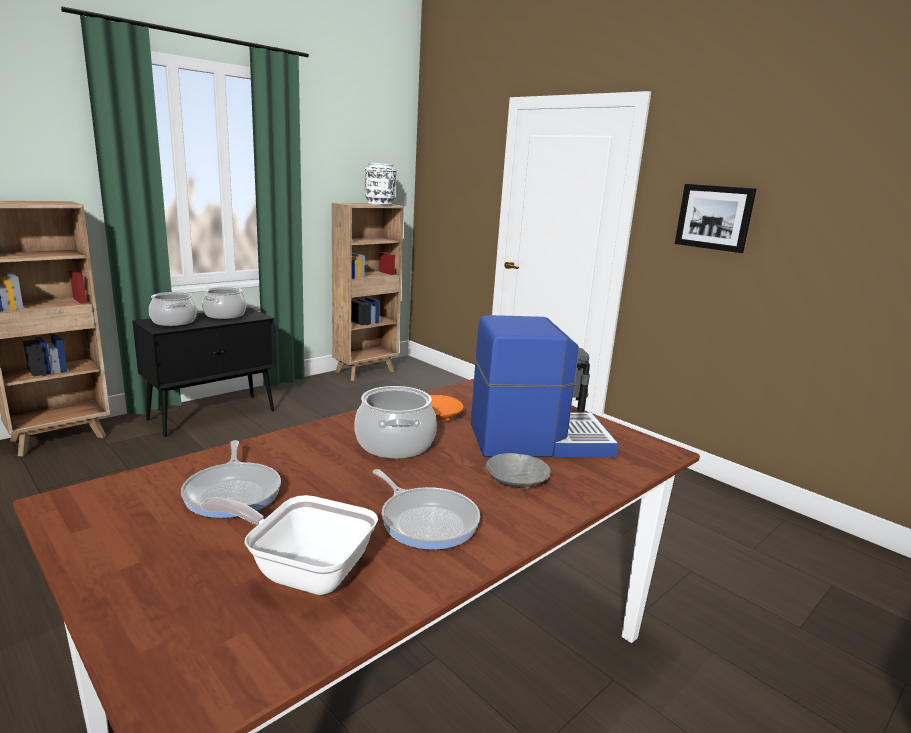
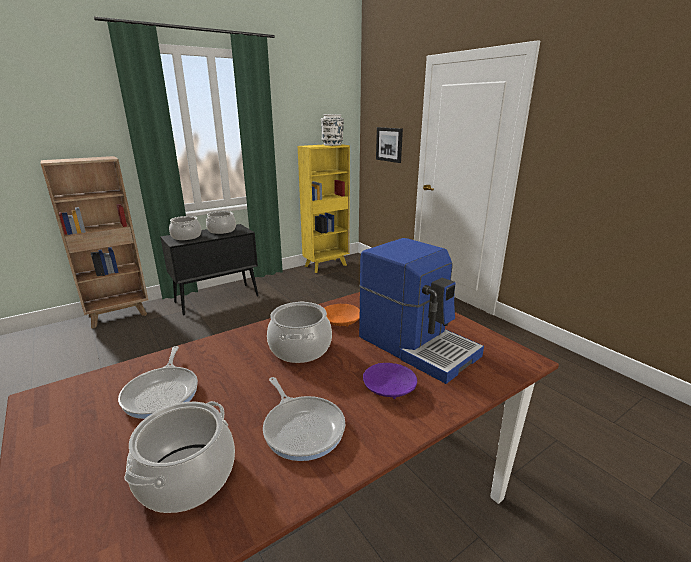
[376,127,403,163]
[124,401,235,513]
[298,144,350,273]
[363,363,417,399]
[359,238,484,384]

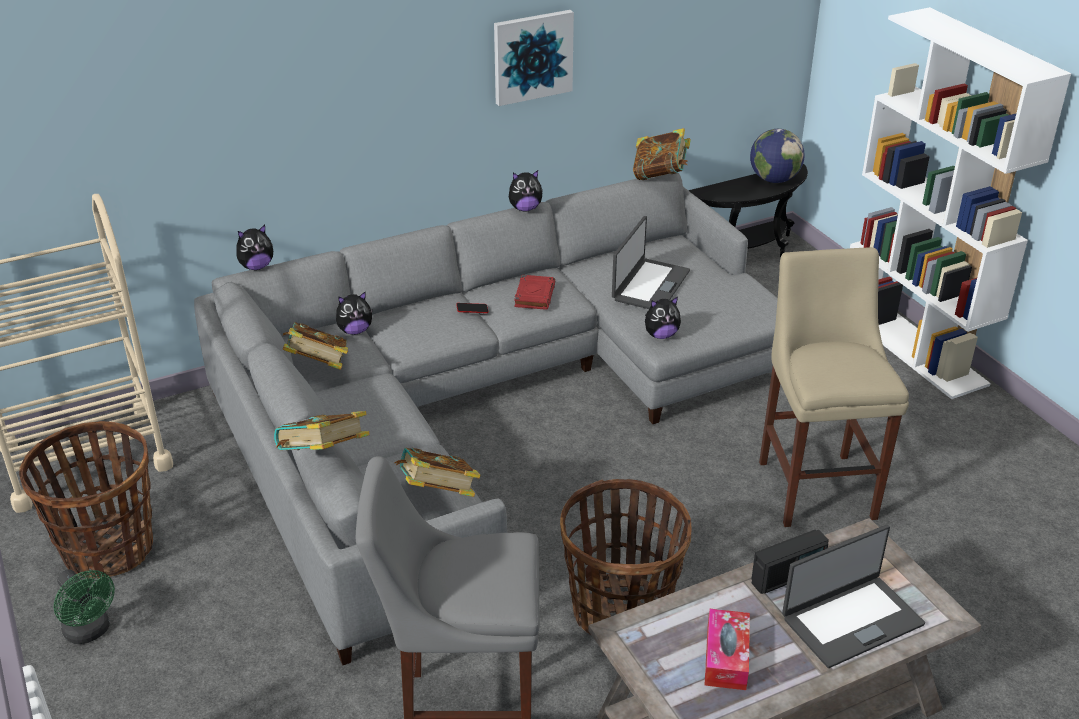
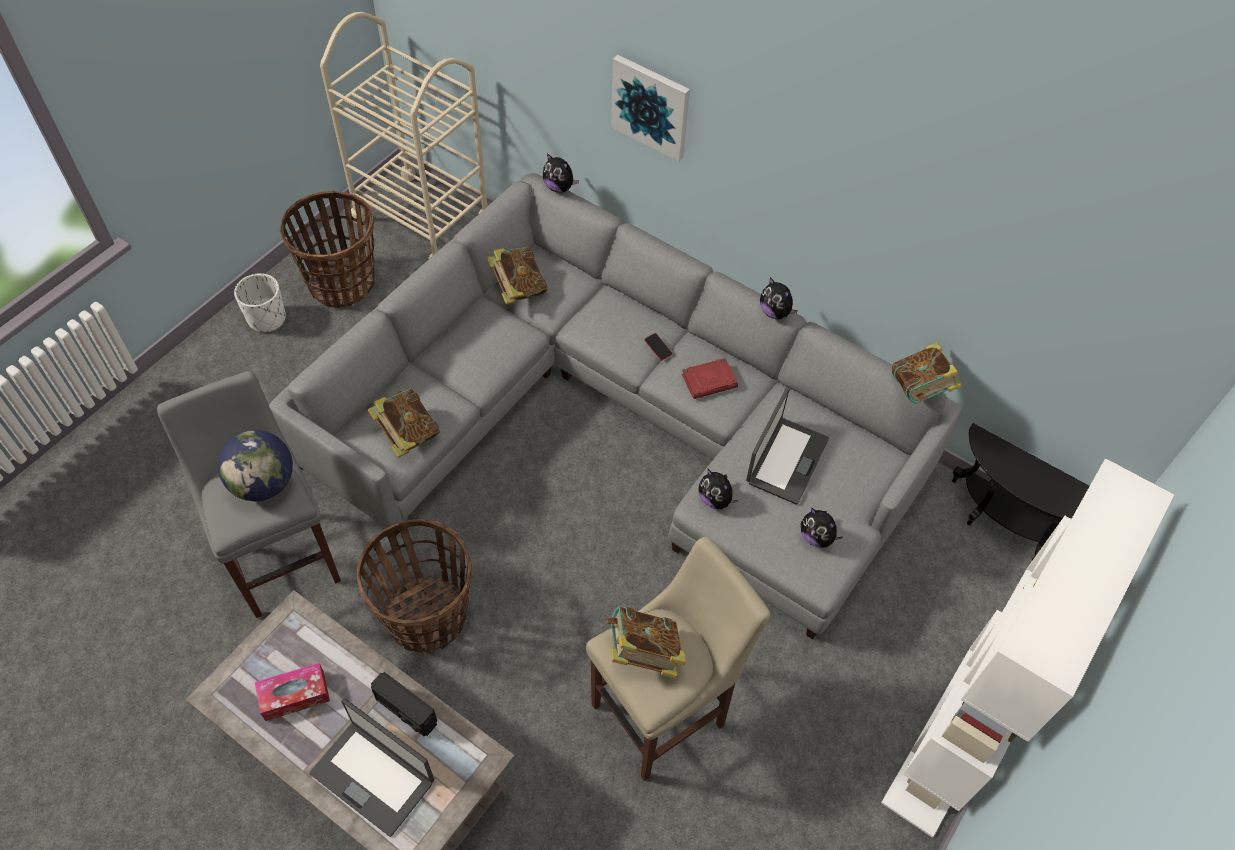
[606,607,686,678]
[801,507,842,548]
[611,55,690,161]
[218,430,293,501]
[234,273,286,332]
[746,387,829,505]

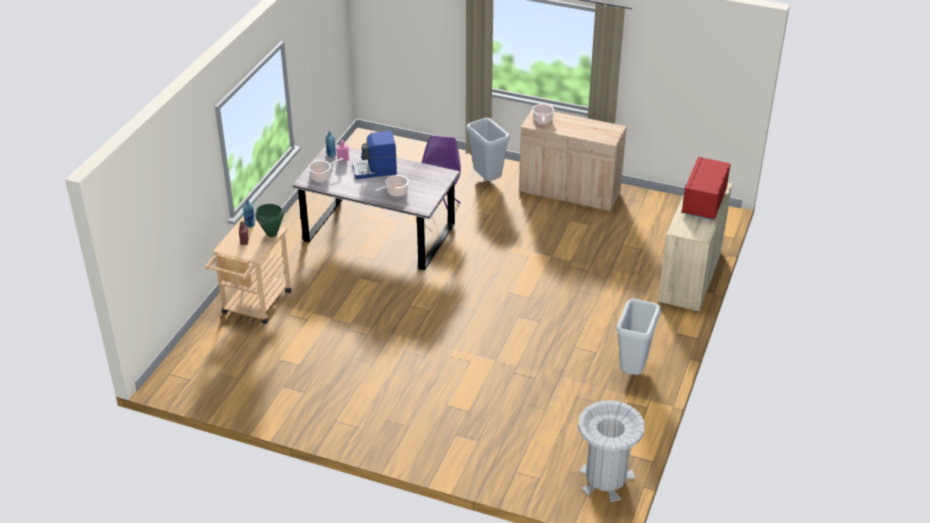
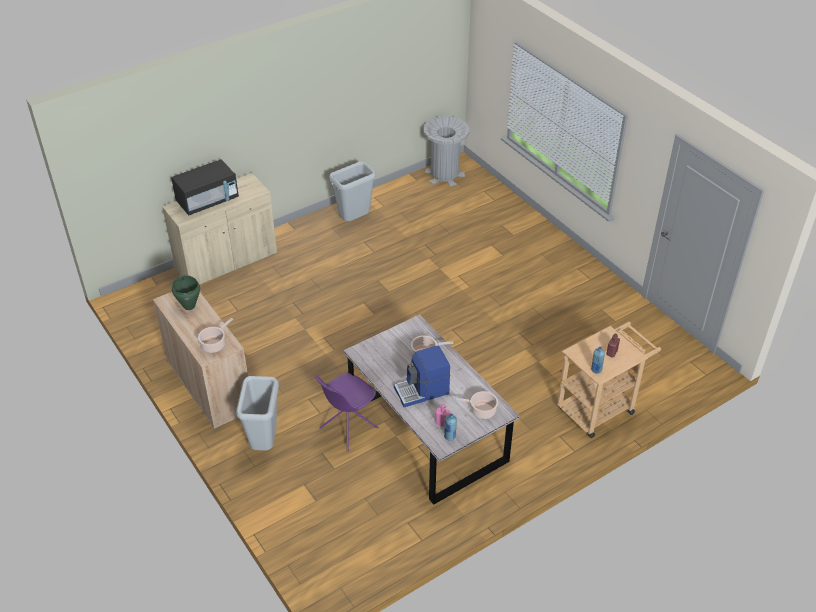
[172,275,200,310]
[171,159,239,215]
[394,346,450,407]

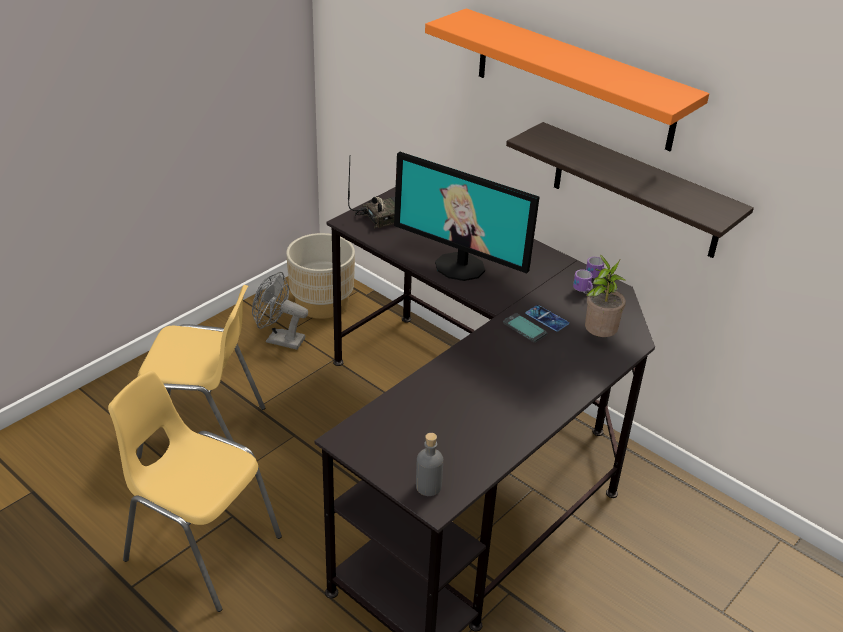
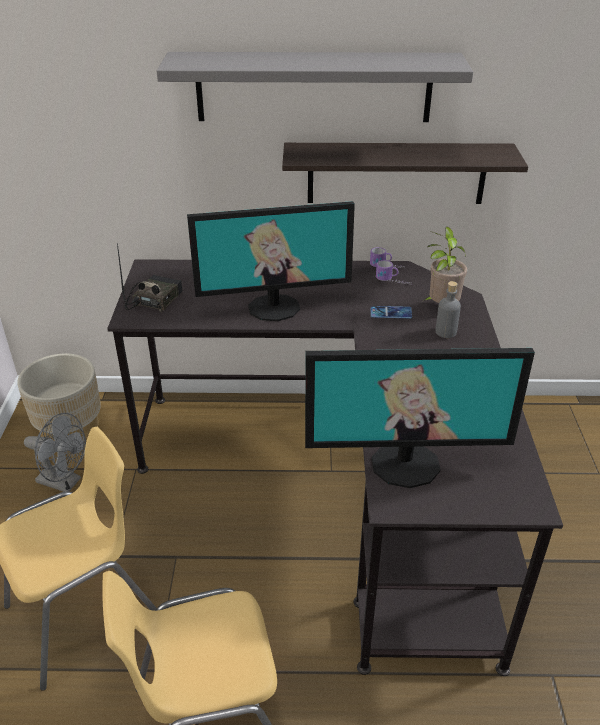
[503,313,547,342] (first image)
[305,348,535,488]
[435,281,461,338]
[157,52,473,122]
[24,413,86,492]

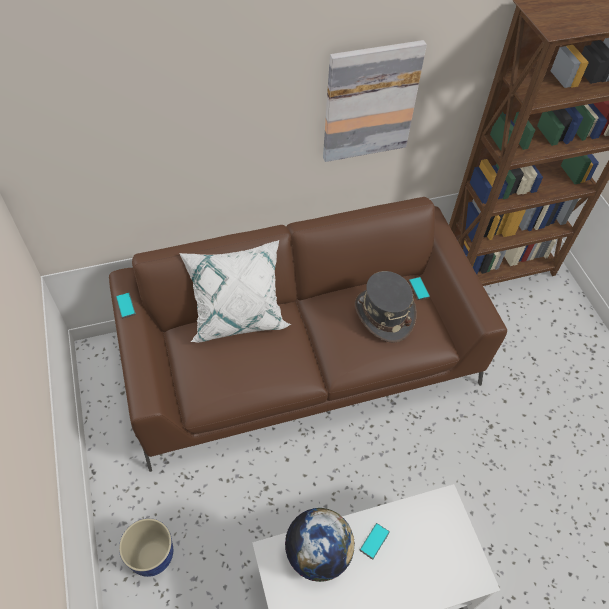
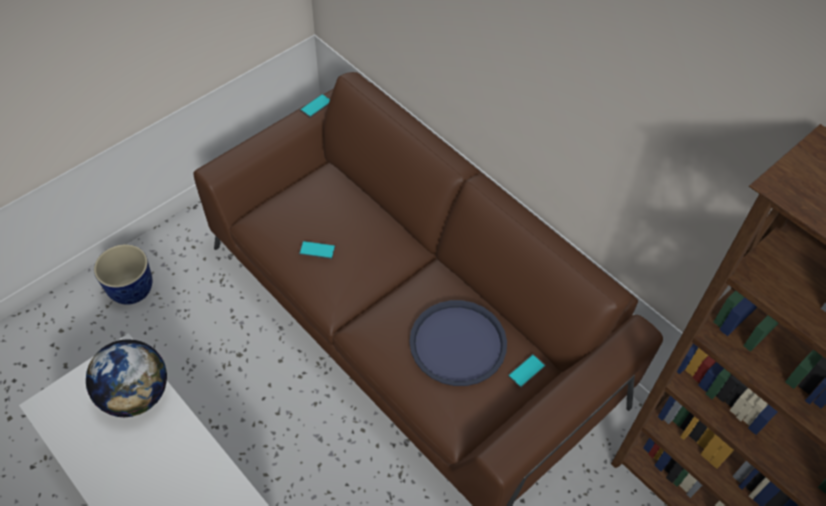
[180,240,291,343] (first image)
[323,40,427,162] (first image)
[299,241,335,259]
[410,300,507,386]

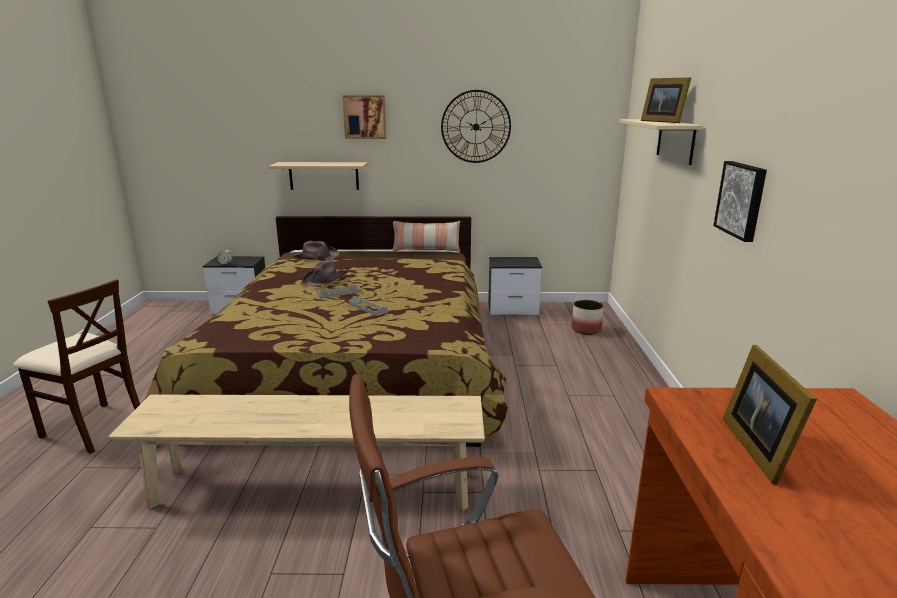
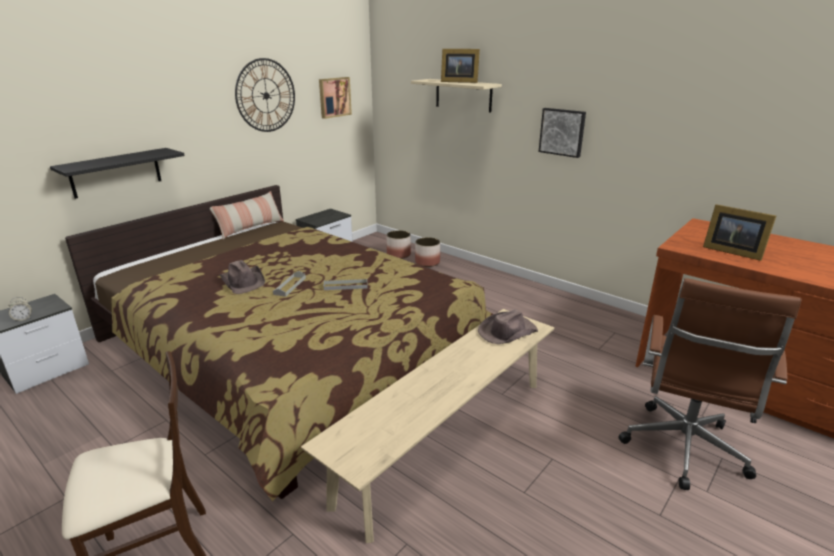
[415,237,440,267]
[478,309,538,344]
[319,77,352,119]
[50,148,185,199]

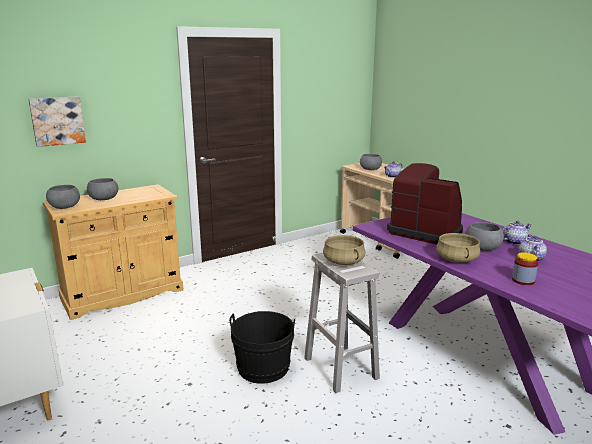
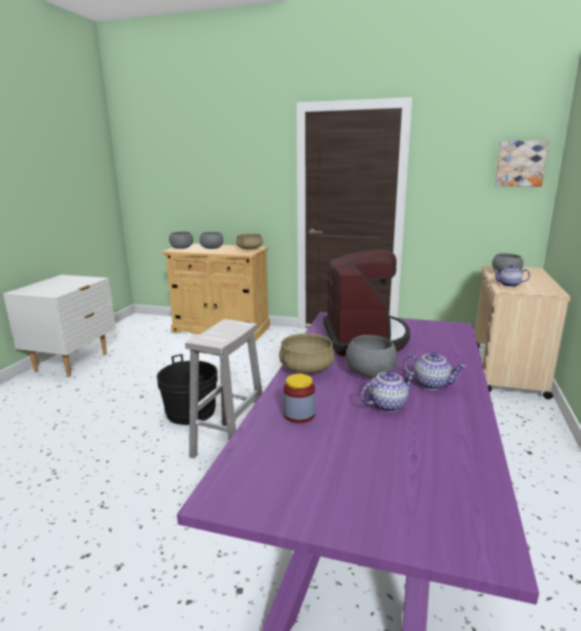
[495,140,549,186]
[236,234,263,250]

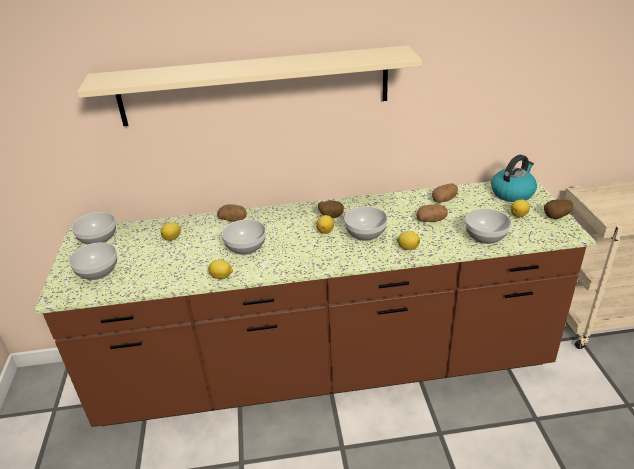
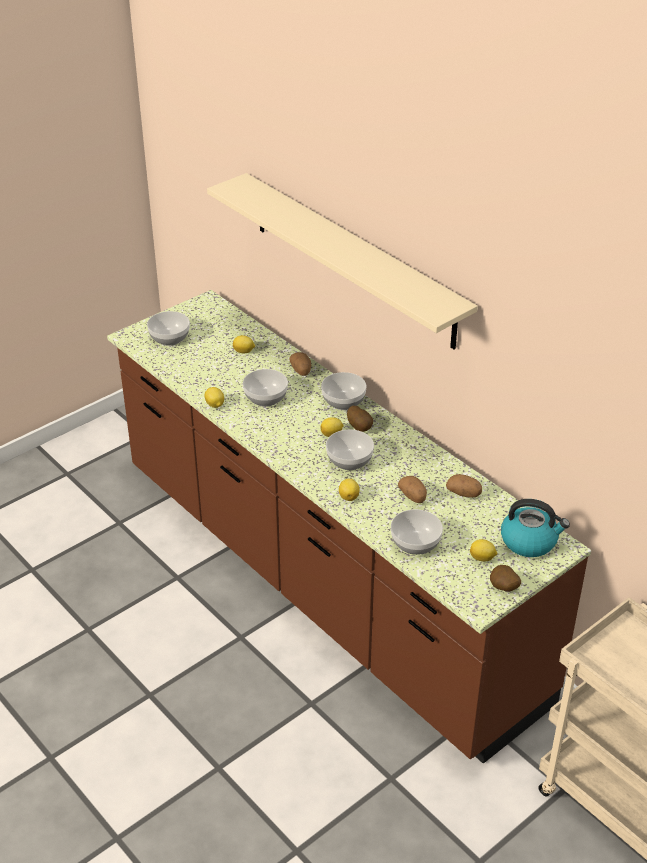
[321,372,367,410]

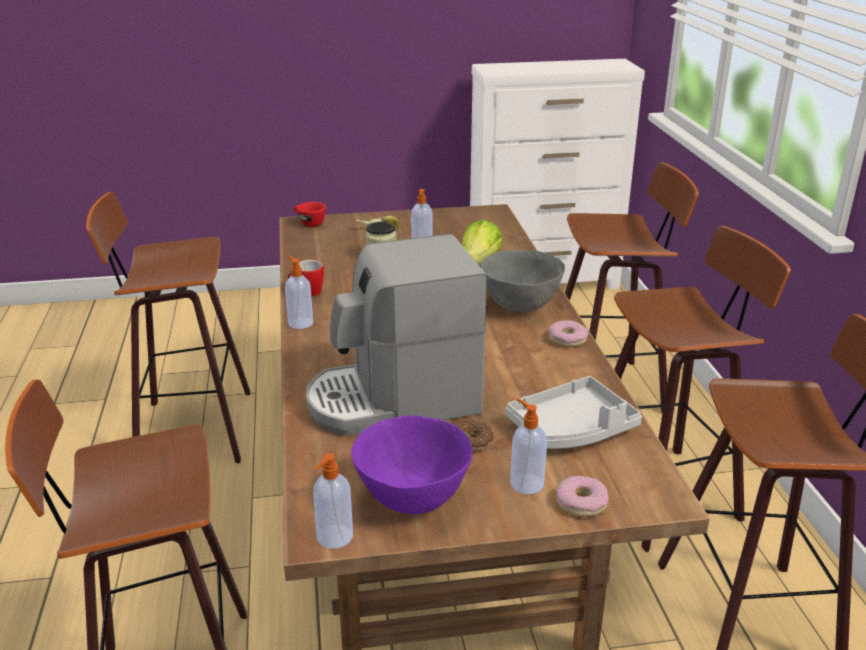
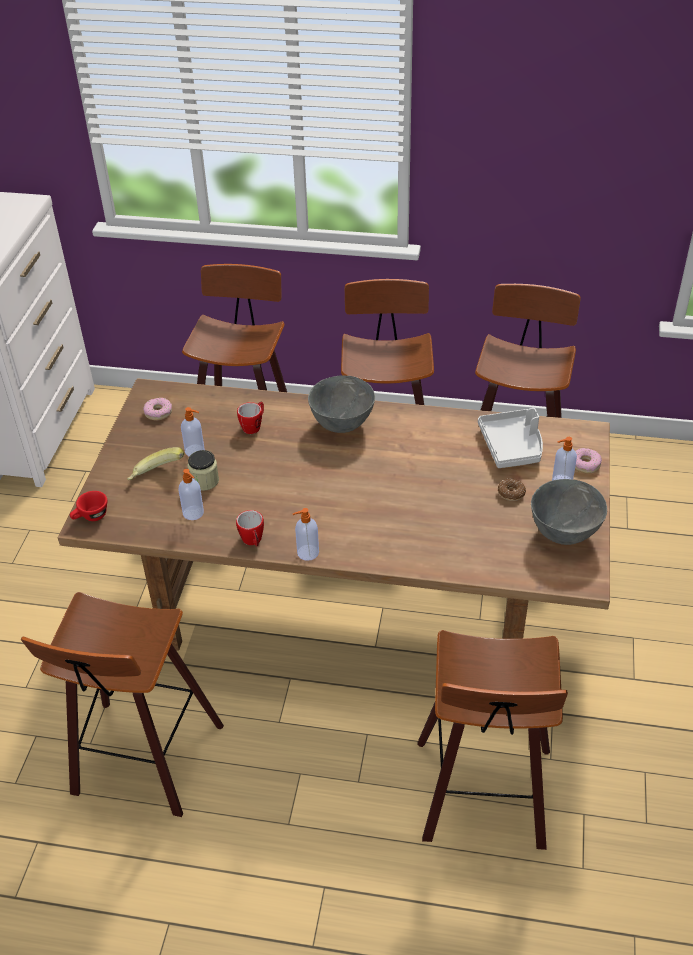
[306,234,487,436] (first image)
[179,469,204,520]
[143,398,172,421]
[237,402,264,434]
[531,479,607,545]

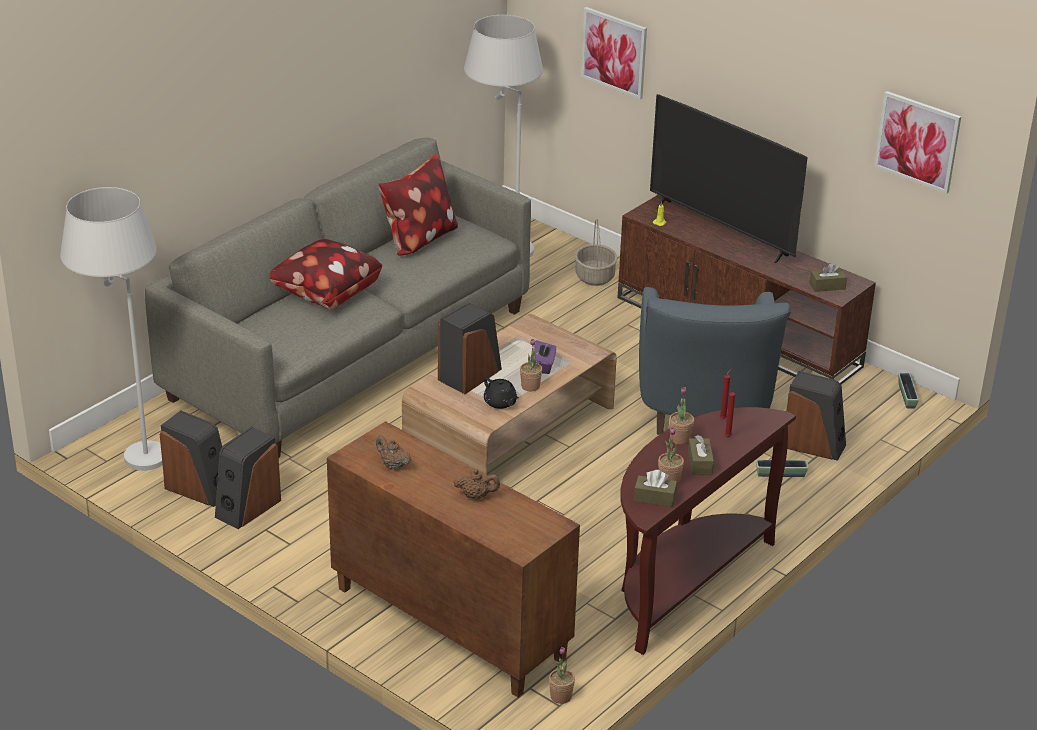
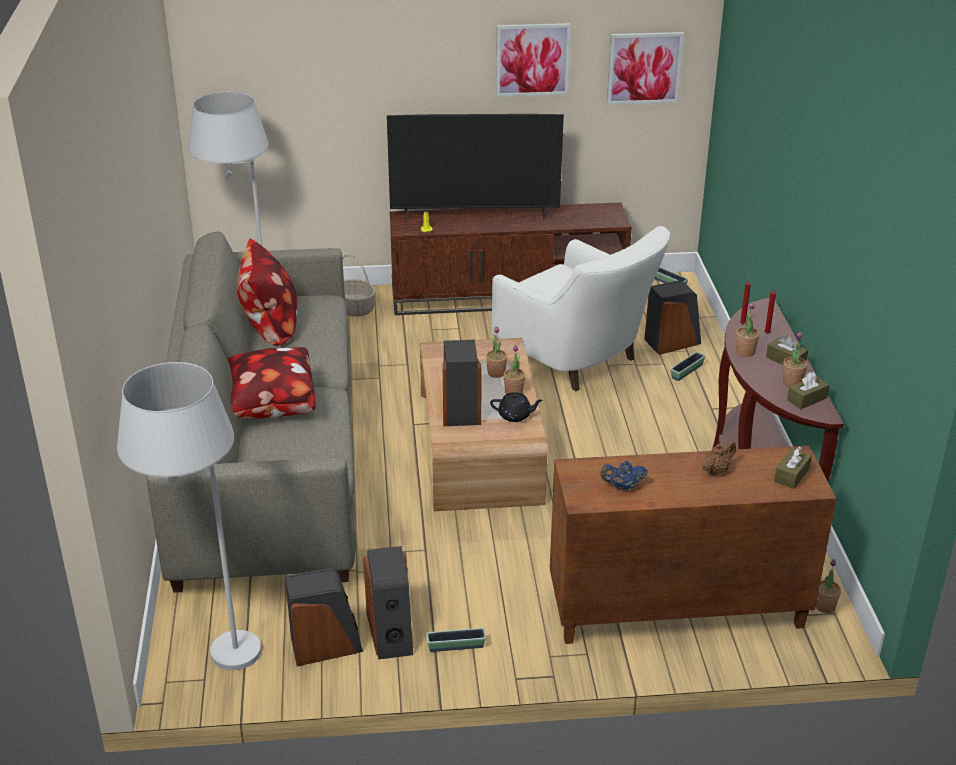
[426,628,486,652]
[496,23,571,97]
[774,446,812,489]
[486,327,508,378]
[600,461,648,491]
[492,226,670,391]

